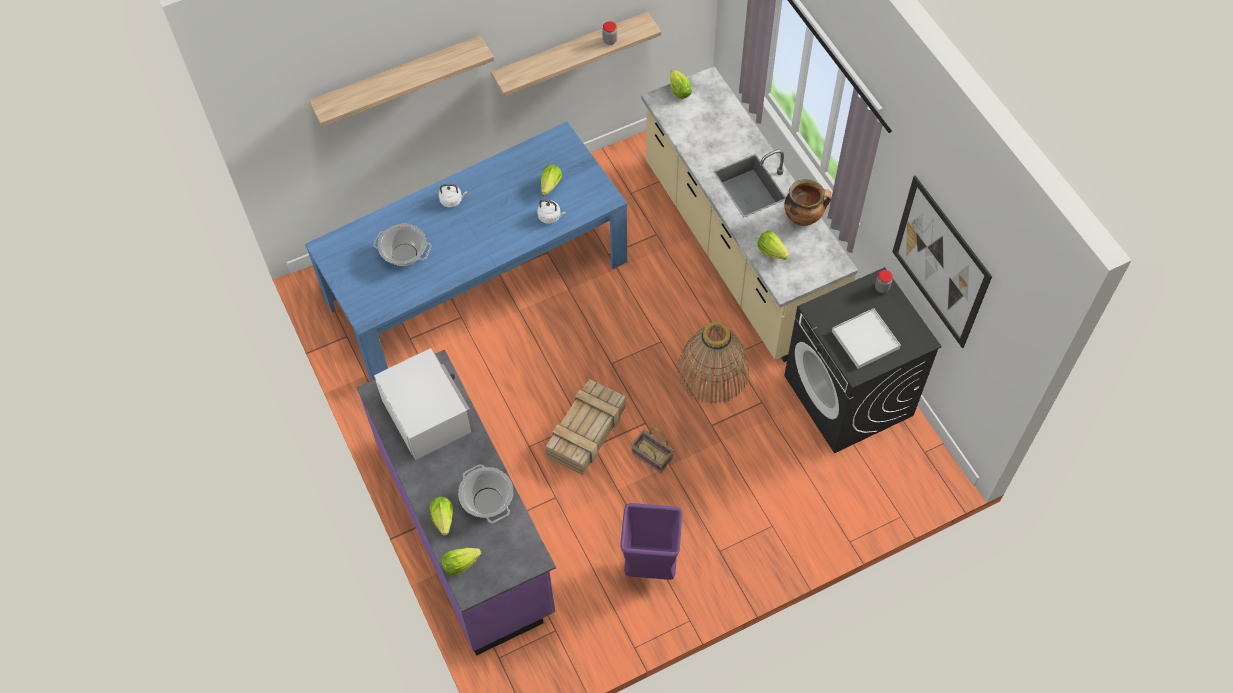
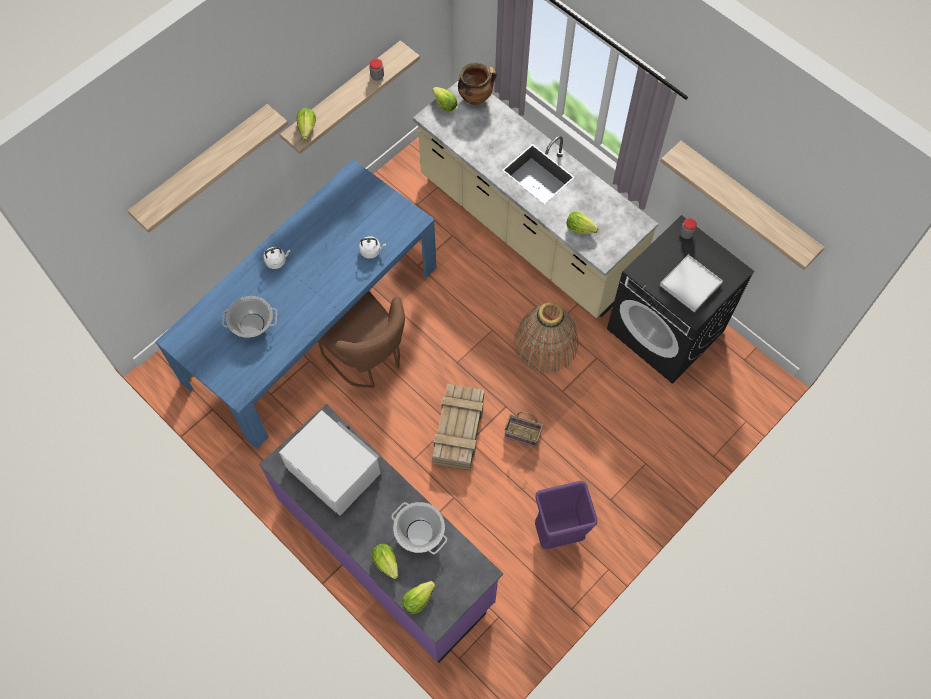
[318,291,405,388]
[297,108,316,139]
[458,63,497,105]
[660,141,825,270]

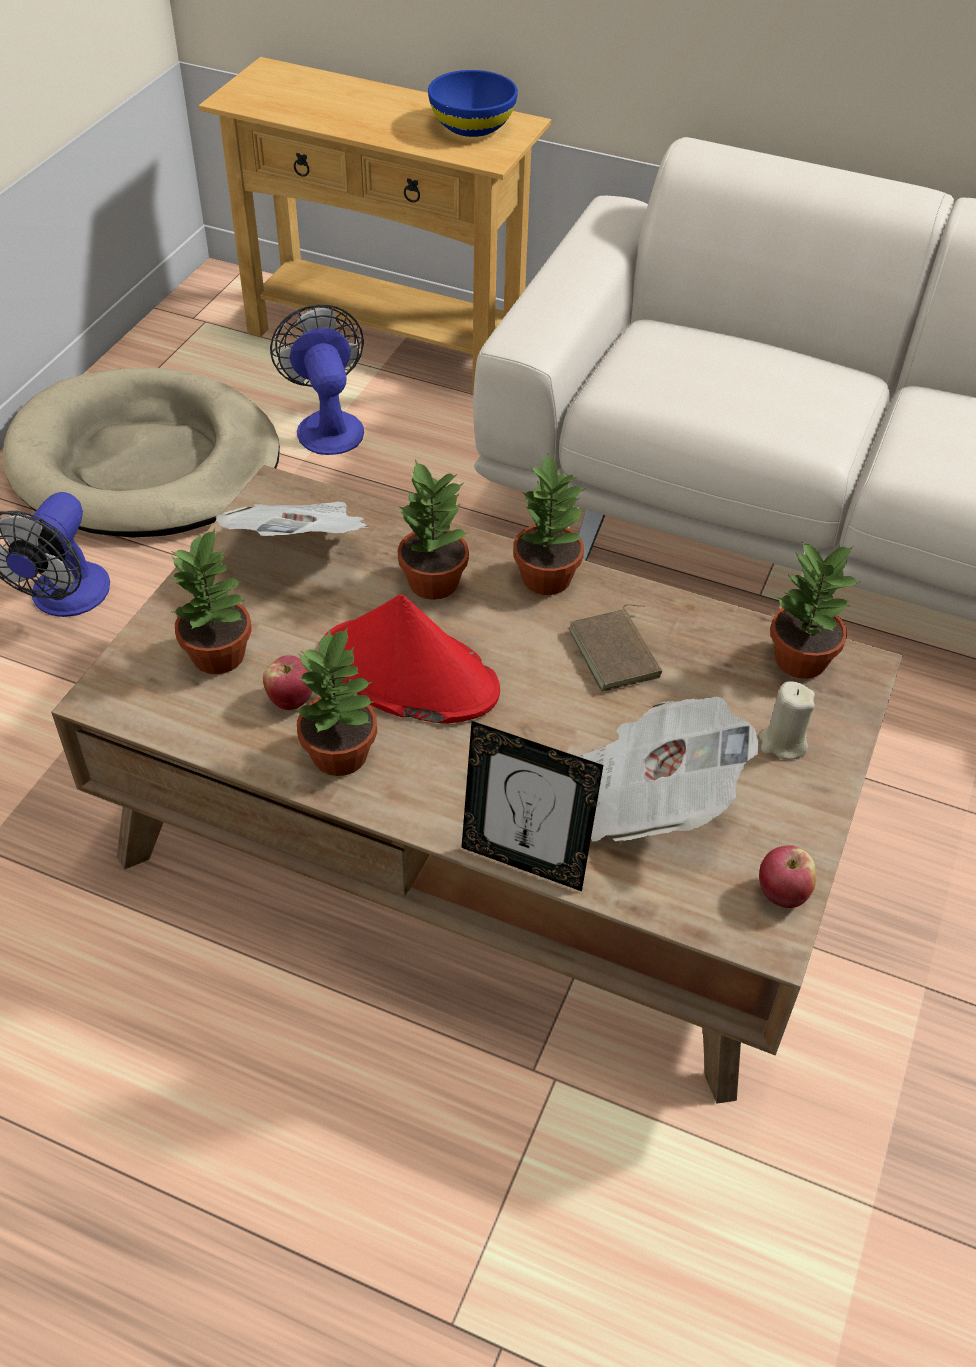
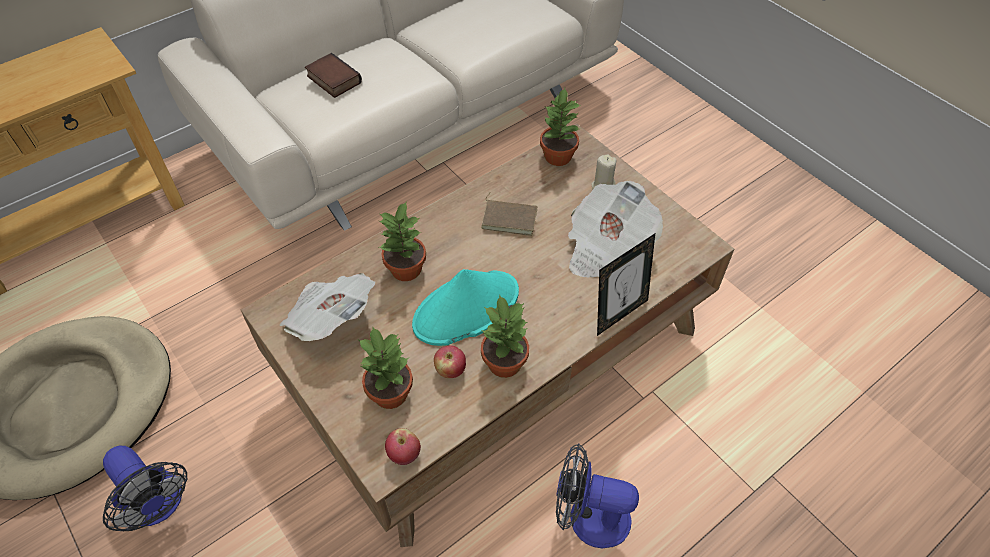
[428,70,518,137] (first image)
[513,454,585,595] (first image)
[305,53,362,98]
[556,443,639,549]
[385,428,421,465]
[412,269,519,346]

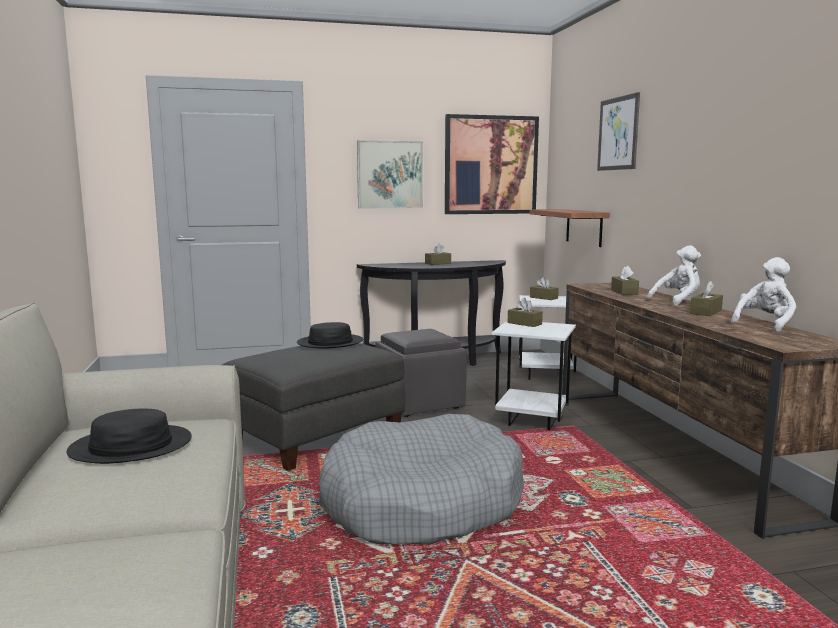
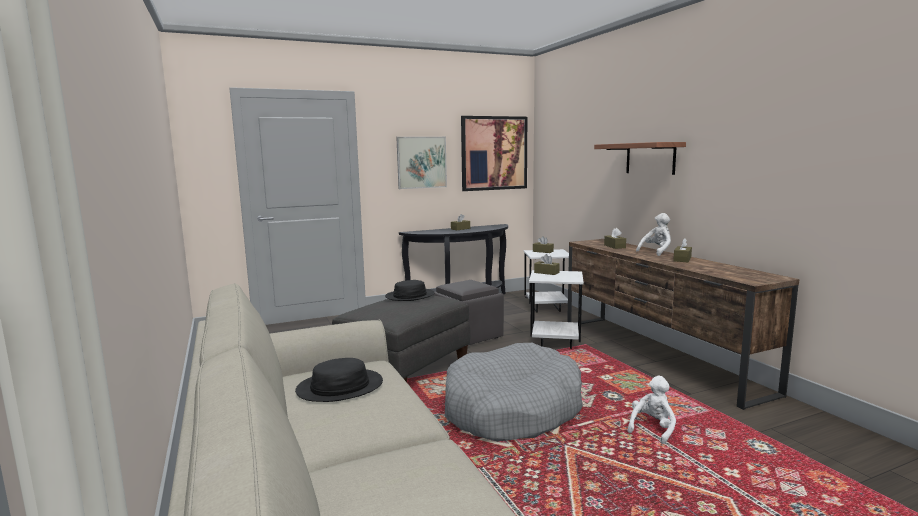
[597,92,640,171] (first image)
[594,142,686,175]
[627,375,676,444]

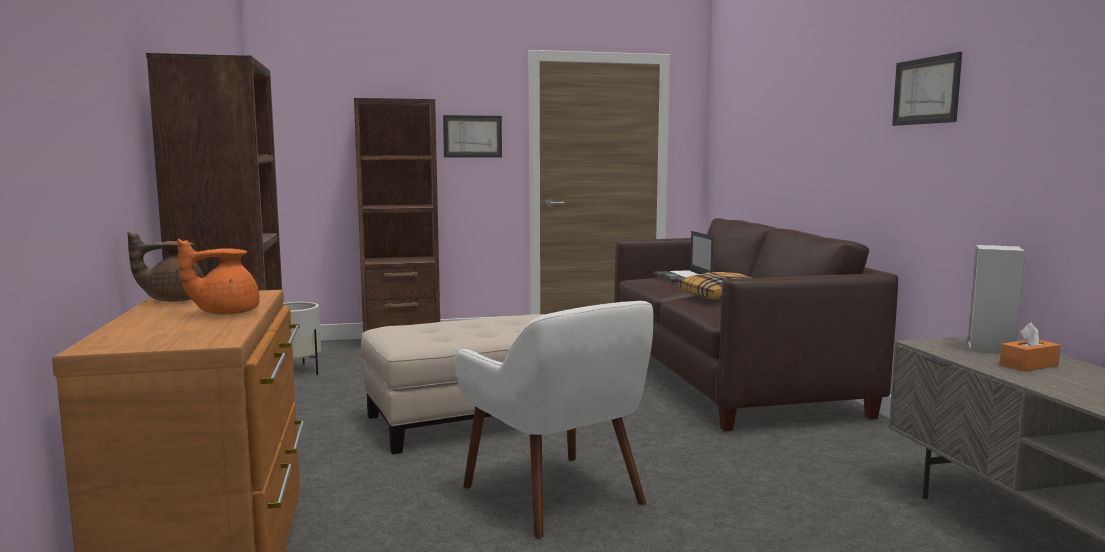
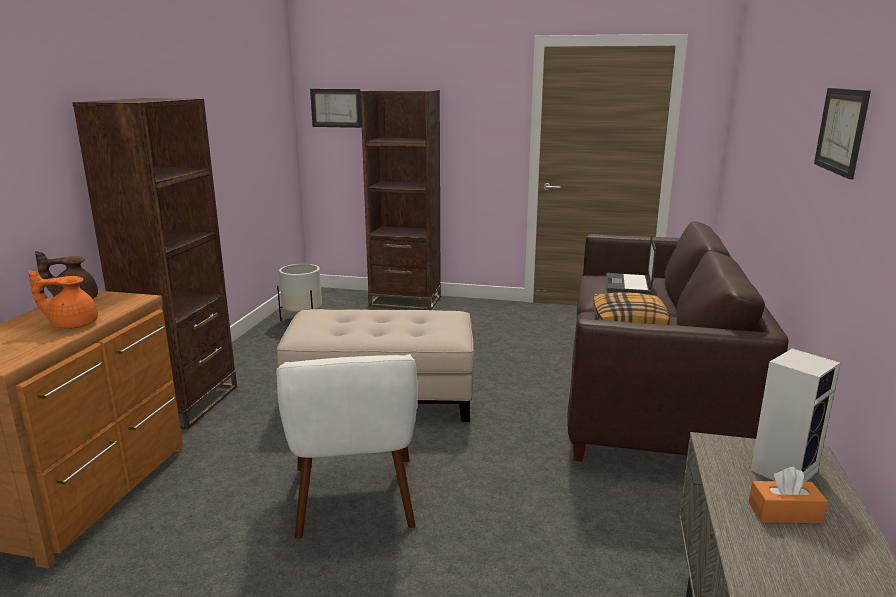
[310,89,362,128]

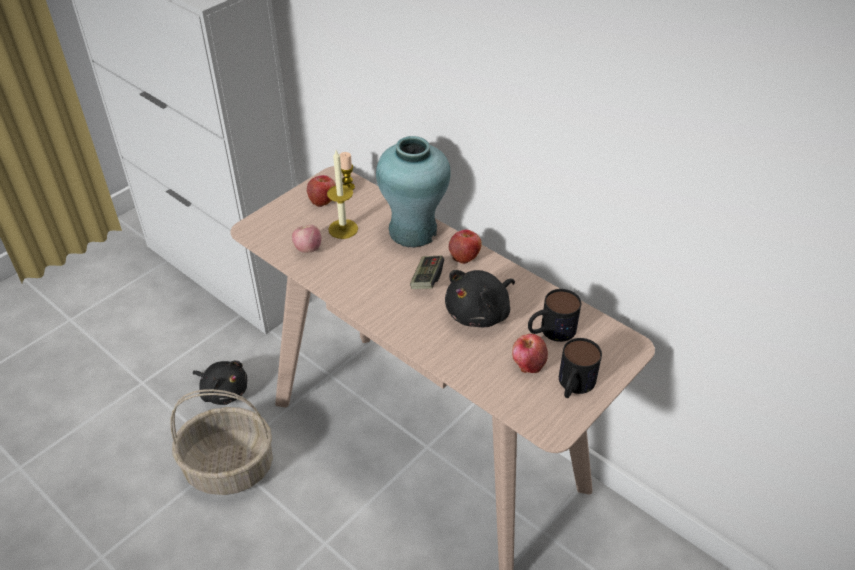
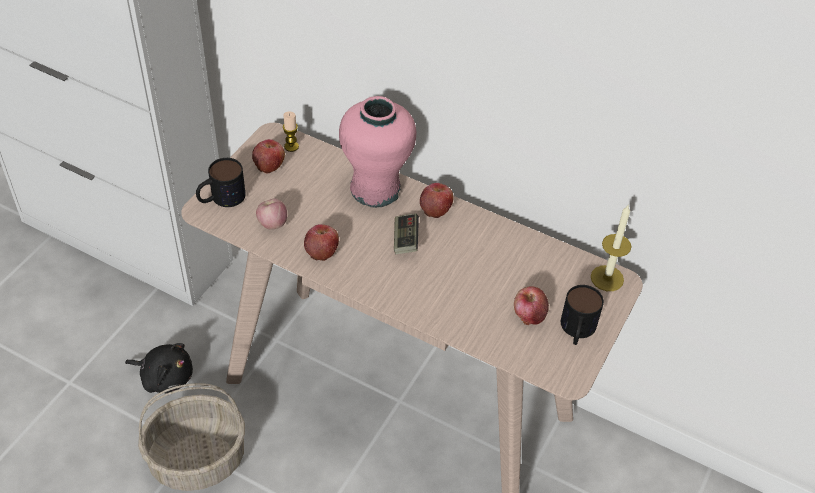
[445,270,515,327] (first image)
[304,224,339,261]
[591,204,631,291]
[196,158,246,207]
[339,96,416,208]

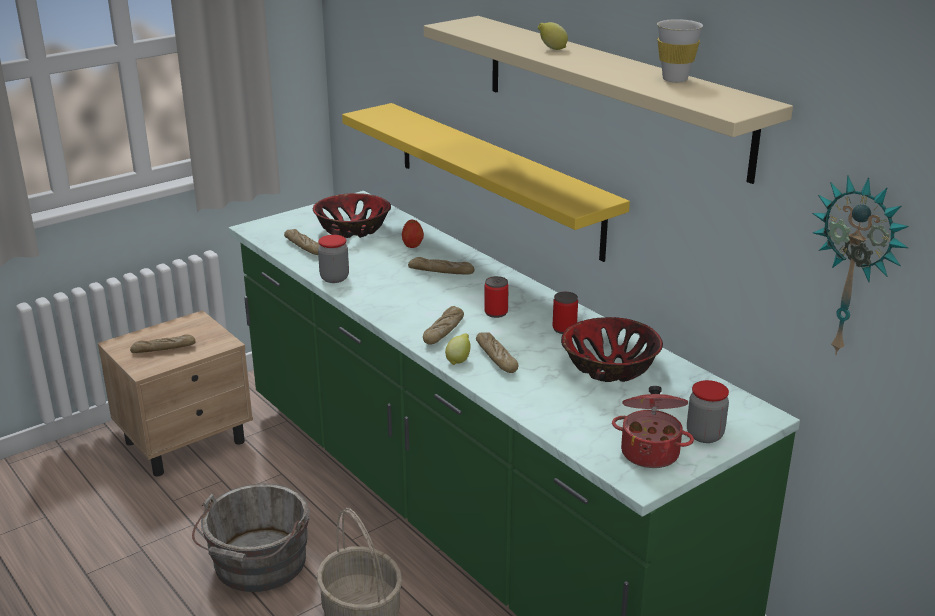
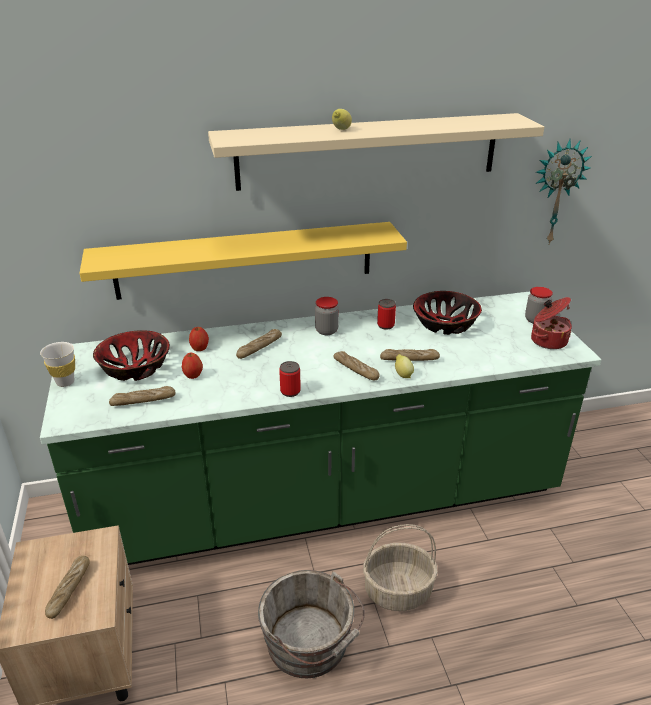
[182,353,203,379]
[315,297,339,335]
[279,361,301,397]
[40,342,75,387]

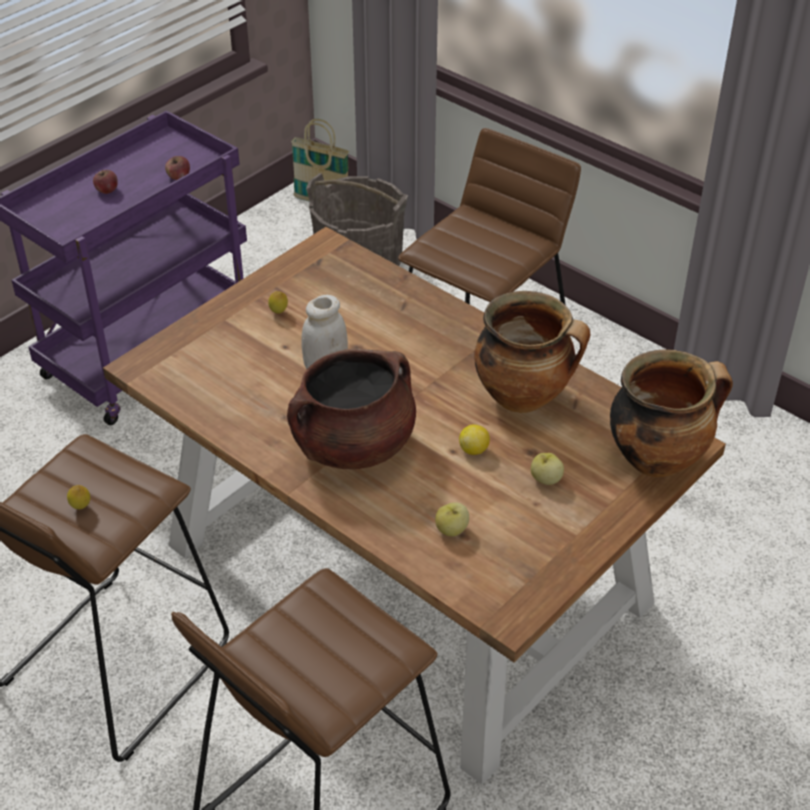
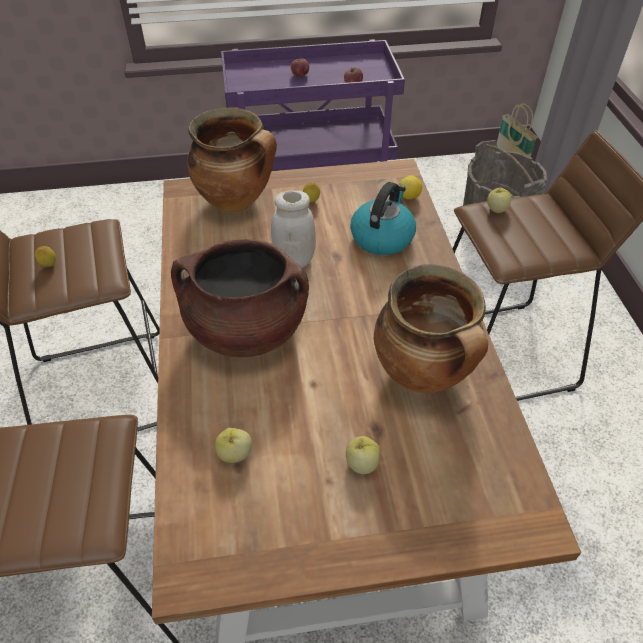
[350,182,416,255]
[487,188,512,213]
[399,175,422,199]
[187,108,277,213]

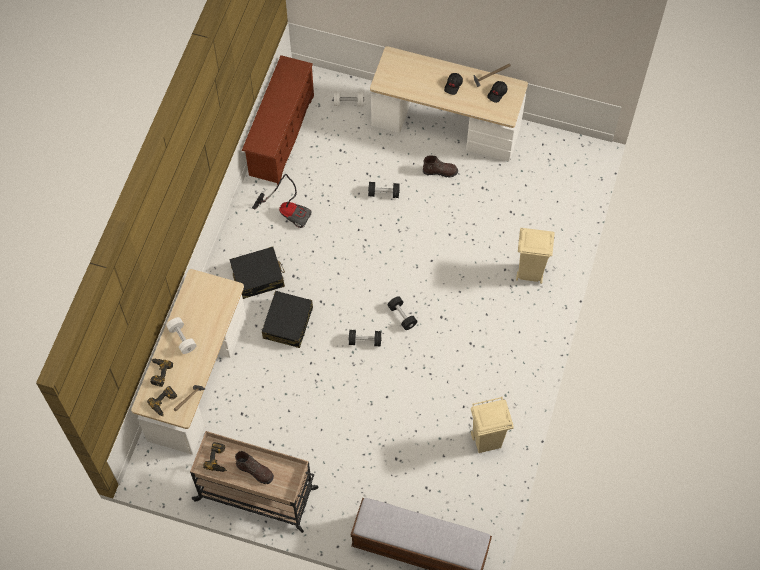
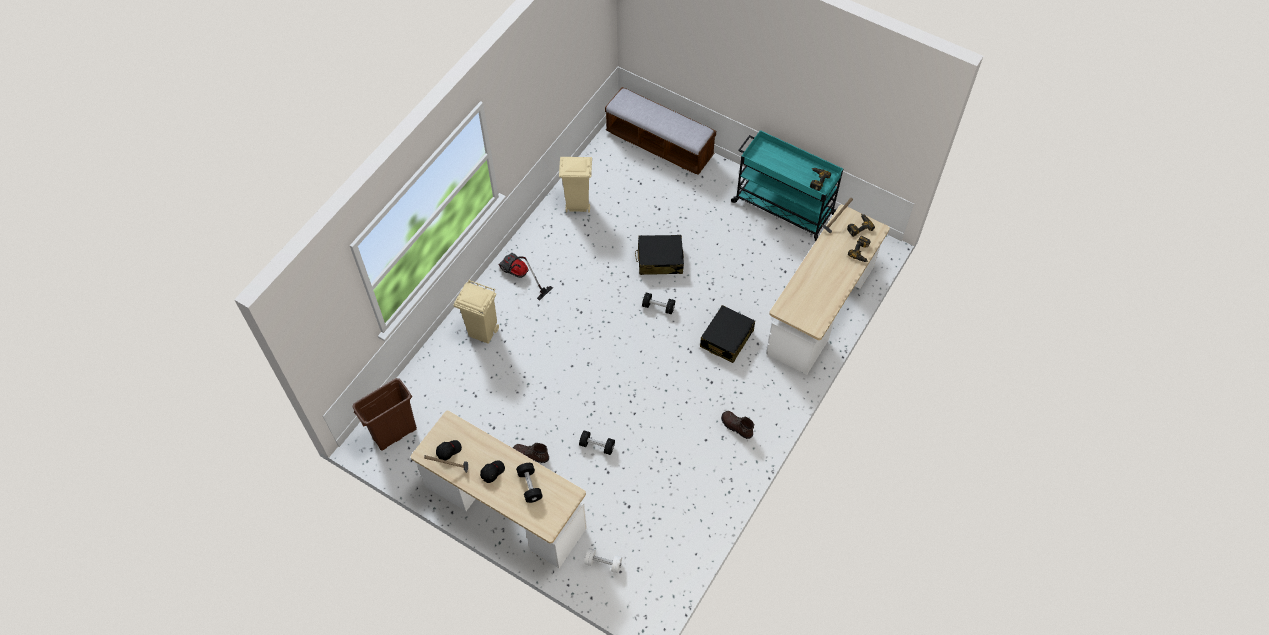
[166,317,197,354] (first image)
[242,55,314,185] (first image)
[353,378,417,450]
[635,235,684,275]
[721,411,755,439]
[498,253,553,301]
[516,463,543,503]
[731,130,843,242]

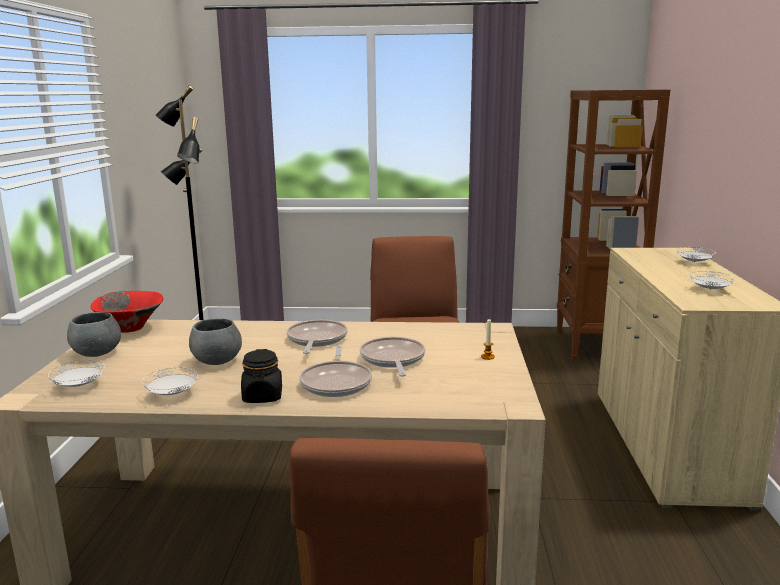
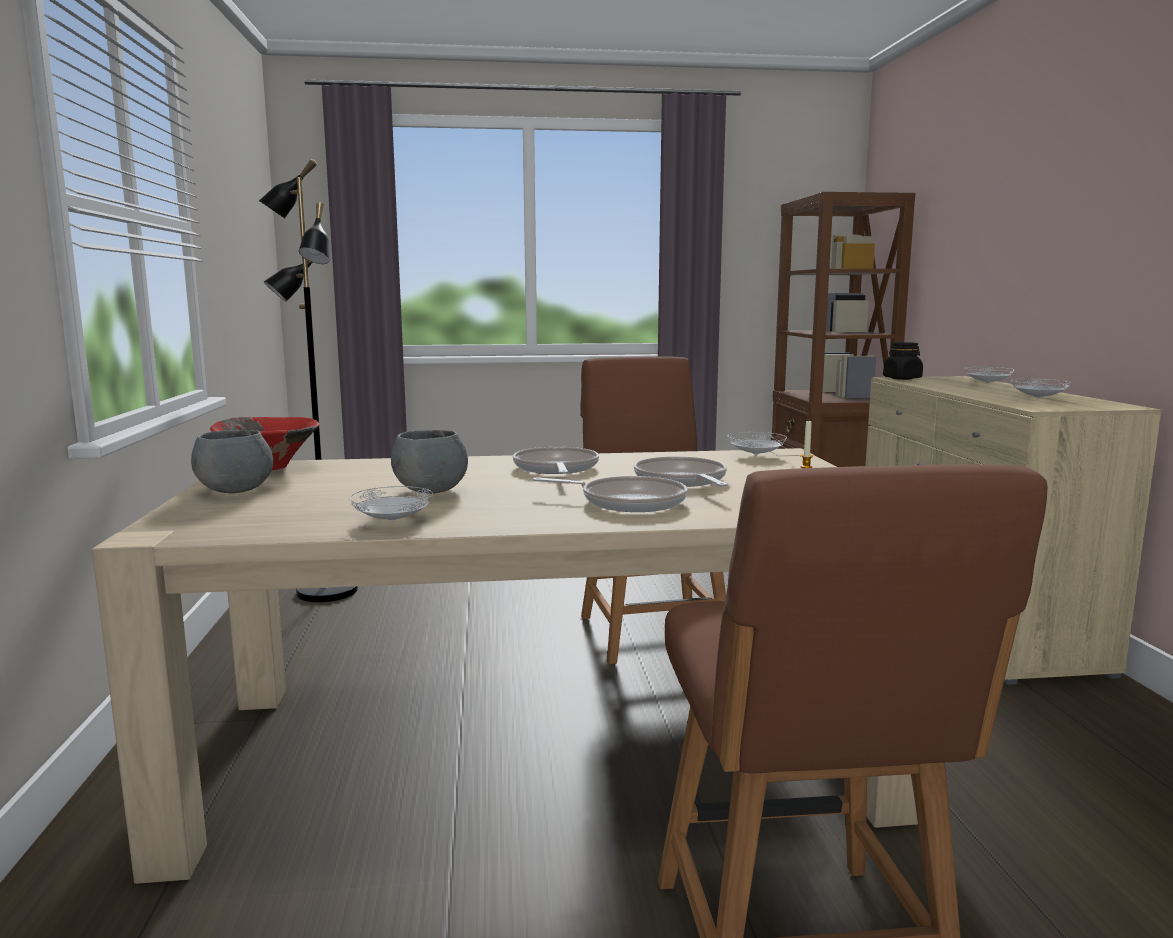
[728,432,787,456]
[883,342,923,380]
[533,476,688,512]

